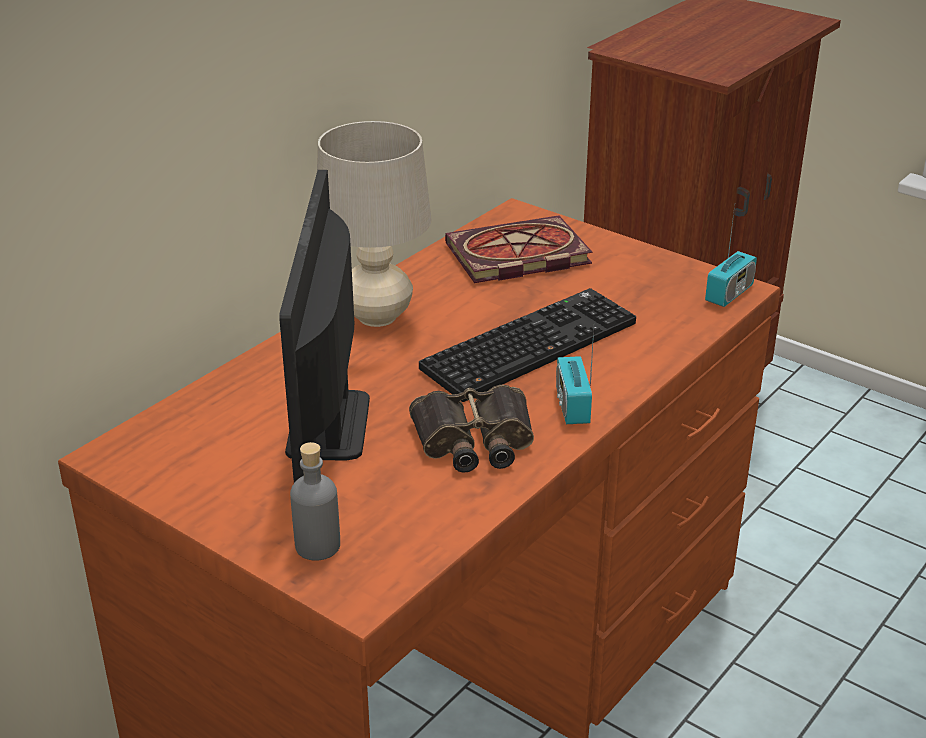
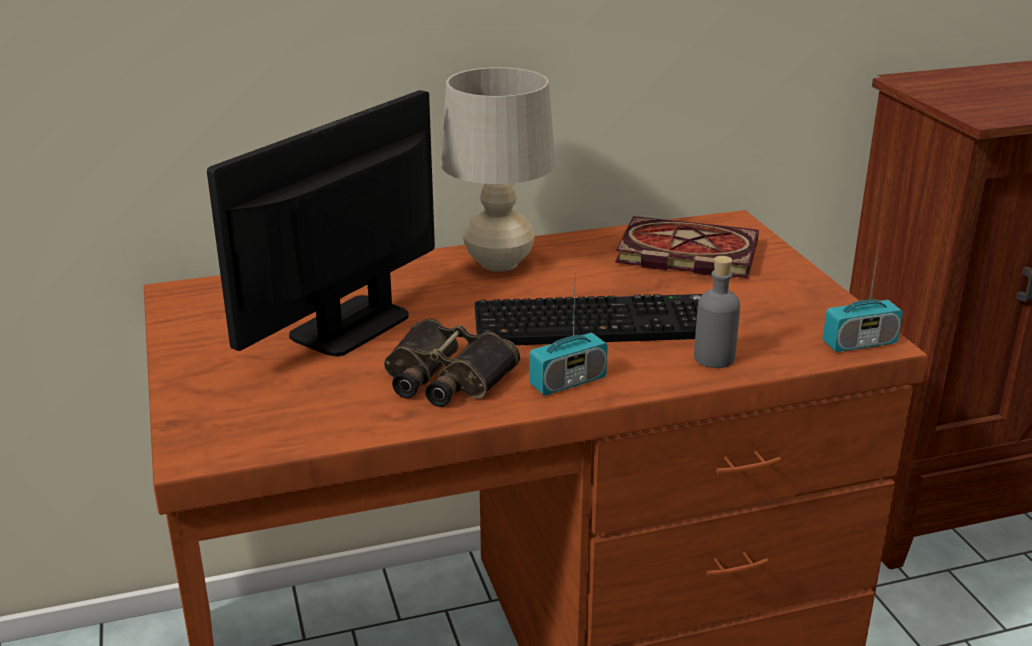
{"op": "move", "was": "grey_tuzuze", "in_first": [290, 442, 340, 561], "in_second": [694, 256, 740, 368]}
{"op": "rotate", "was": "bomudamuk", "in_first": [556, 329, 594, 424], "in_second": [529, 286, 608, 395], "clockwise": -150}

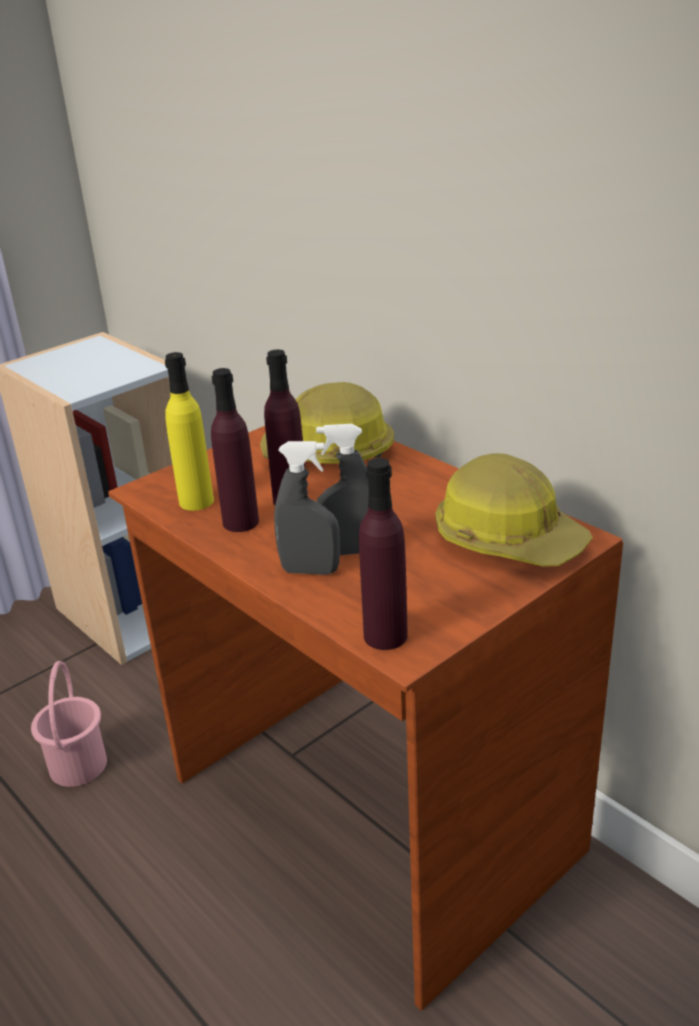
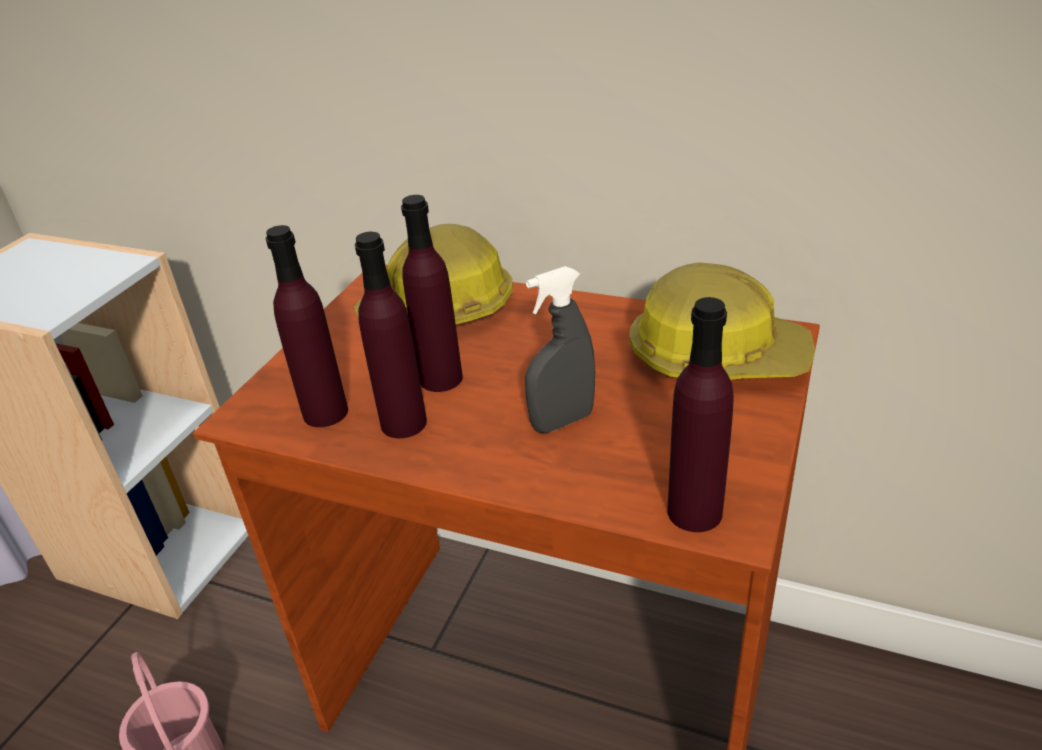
{"op": "delete", "was": "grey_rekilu", "in_first": [274, 441, 340, 575]}
{"op": "recolor", "was": "yellow_tuzuze", "now": "purple_tuzuze", "in_first": [165, 352, 214, 511], "in_second": [265, 225, 348, 427]}

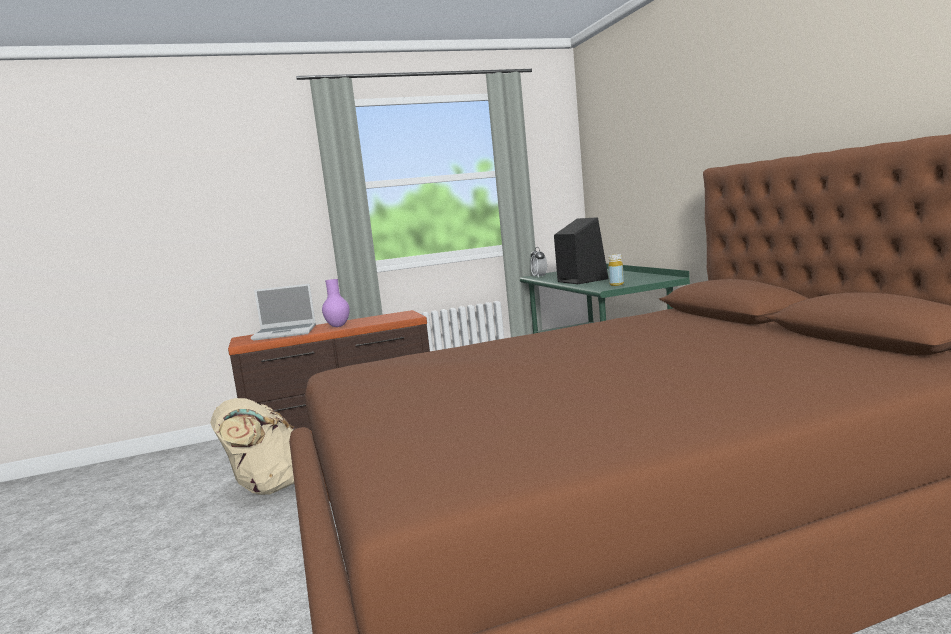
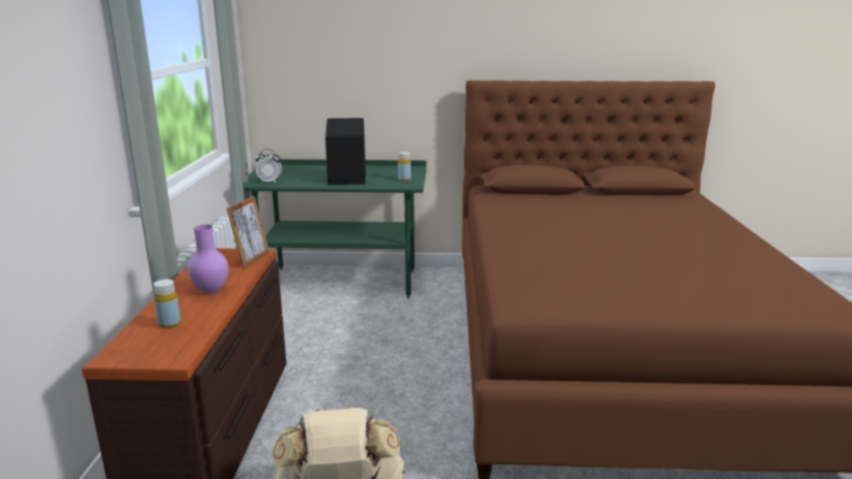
{"op": "insert", "now": "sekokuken", "in_second": [226, 196, 270, 268]}
{"op": "replace", "was": "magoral", "now": "yellow_tuzuze", "in_first": [251, 284, 316, 341], "in_second": [153, 279, 181, 328]}

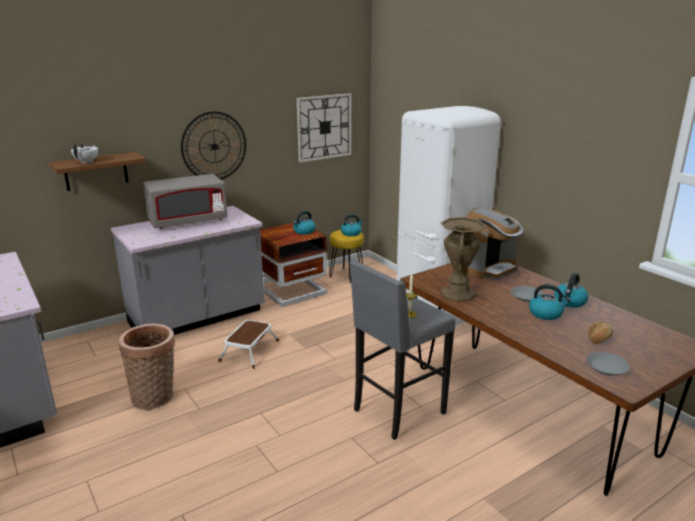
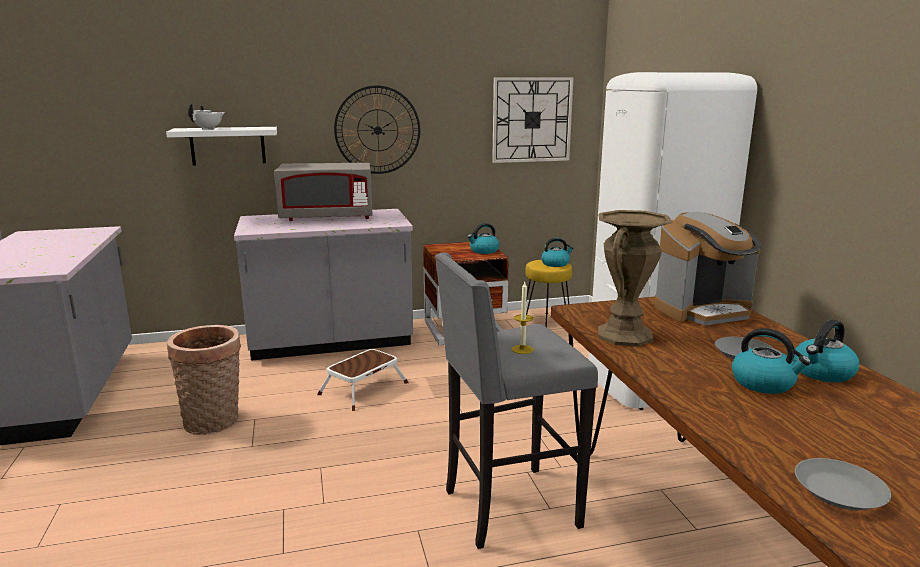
{"op": "delete", "was": "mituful", "in_first": [588, 321, 613, 344]}
{"op": "recolor", "was": "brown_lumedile", "now": "white_lumedile", "in_first": [49, 152, 146, 191], "in_second": [166, 127, 277, 165]}

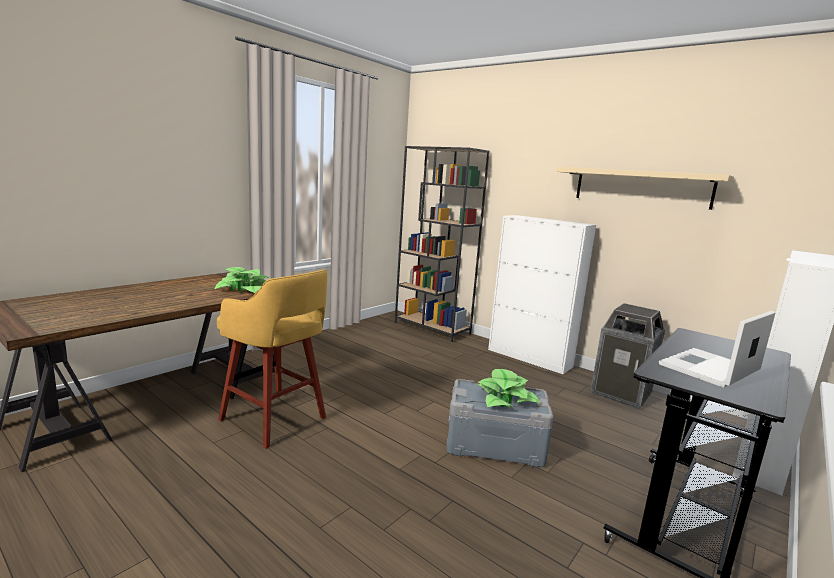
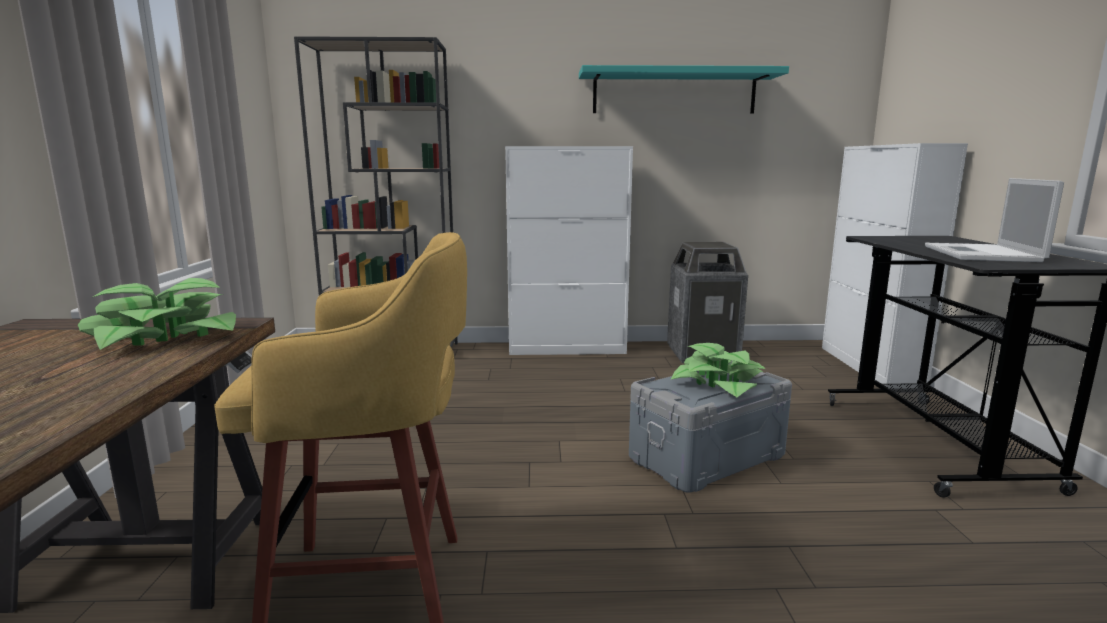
{"op": "recolor", "was": "beige_lumedile", "now": "turquoise_lumedile", "in_first": [557, 167, 734, 210], "in_second": [579, 65, 789, 114]}

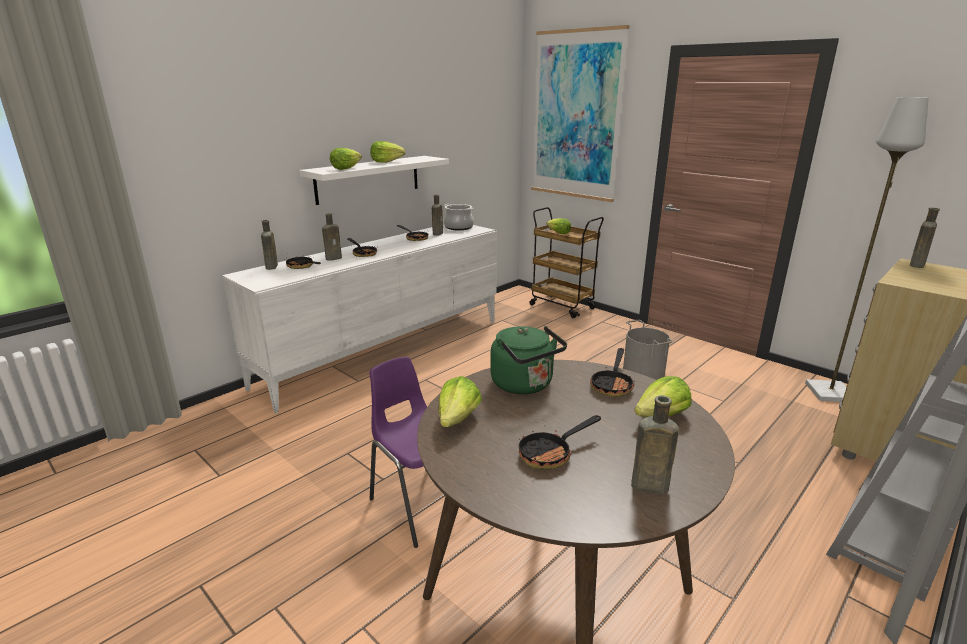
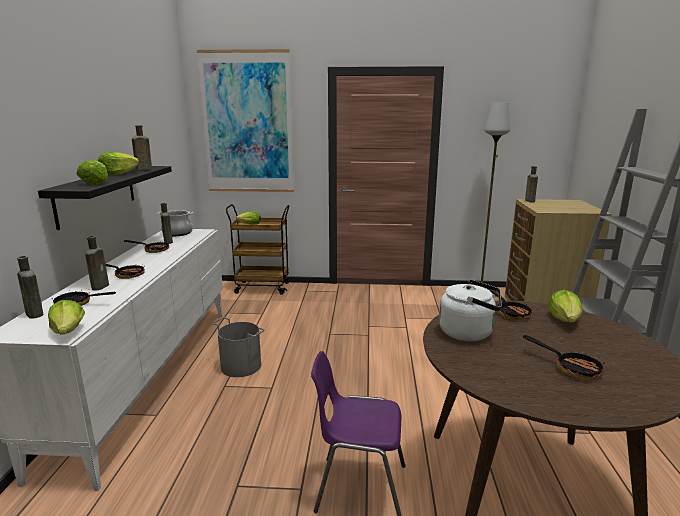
{"op": "move", "was": "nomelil", "in_first": [438, 376, 482, 427], "in_second": [48, 300, 85, 335]}
{"op": "move", "was": "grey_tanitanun", "in_first": [623, 320, 673, 380], "in_second": [212, 317, 265, 377]}
{"op": "move", "was": "brown_tuzuze", "in_first": [631, 395, 679, 495], "in_second": [132, 125, 152, 171]}
{"op": "recolor", "was": "white_lumedile", "now": "black_lumedile", "in_first": [299, 156, 449, 205], "in_second": [38, 166, 172, 230]}
{"op": "recolor", "was": "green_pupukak", "now": "white_pupukak", "in_first": [490, 326, 567, 394], "in_second": [439, 280, 502, 341]}
{"op": "rotate", "was": "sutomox", "in_first": [519, 415, 601, 469], "in_second": [523, 335, 605, 380], "clockwise": -60}

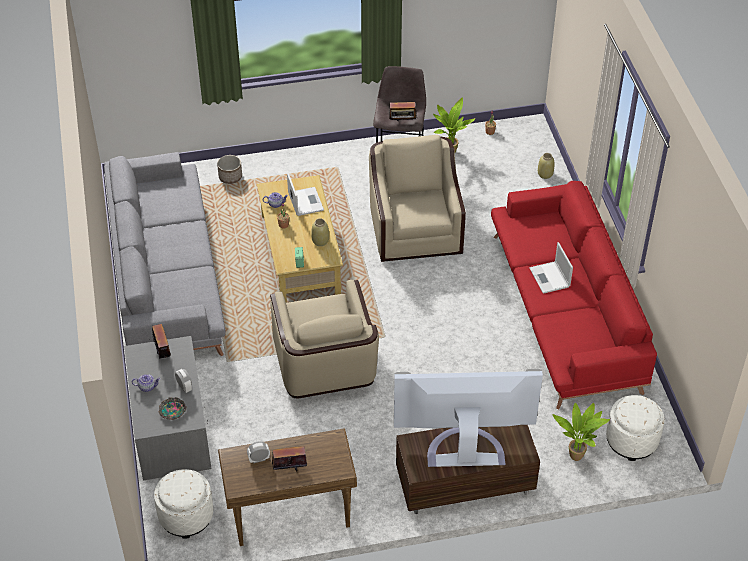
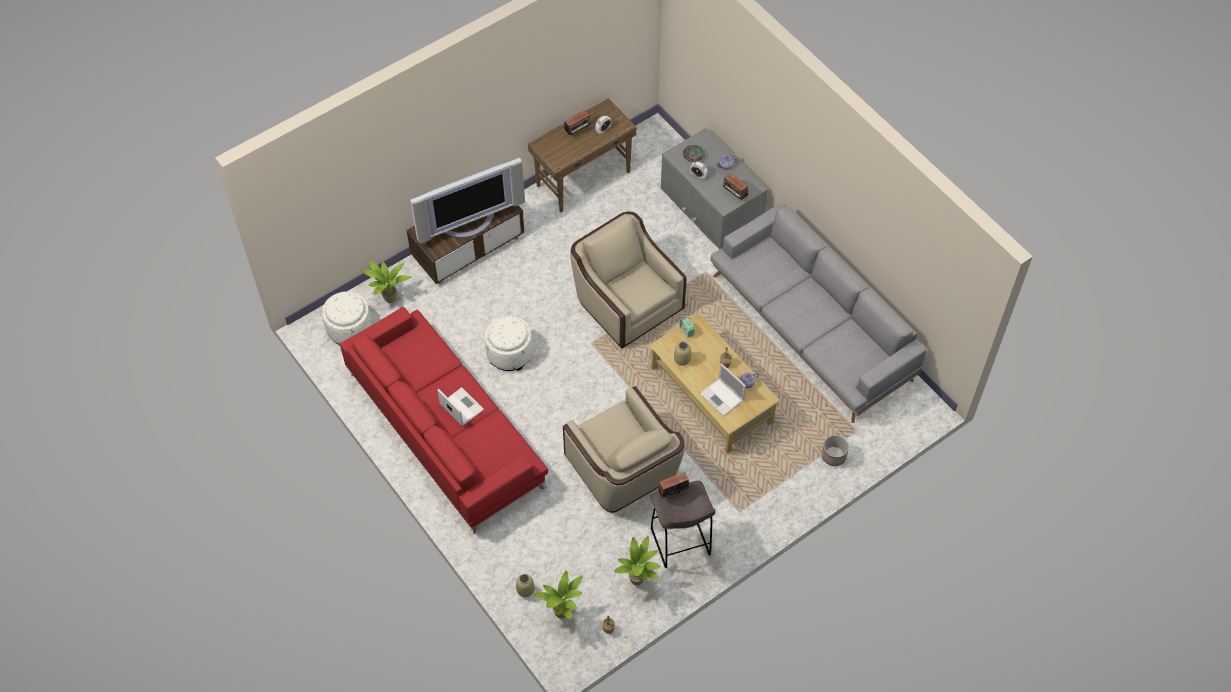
{"op": "insert", "now": "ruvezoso", "in_second": [533, 570, 583, 619]}
{"op": "move", "was": "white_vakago", "in_first": [154, 469, 214, 538], "in_second": [484, 316, 532, 371]}

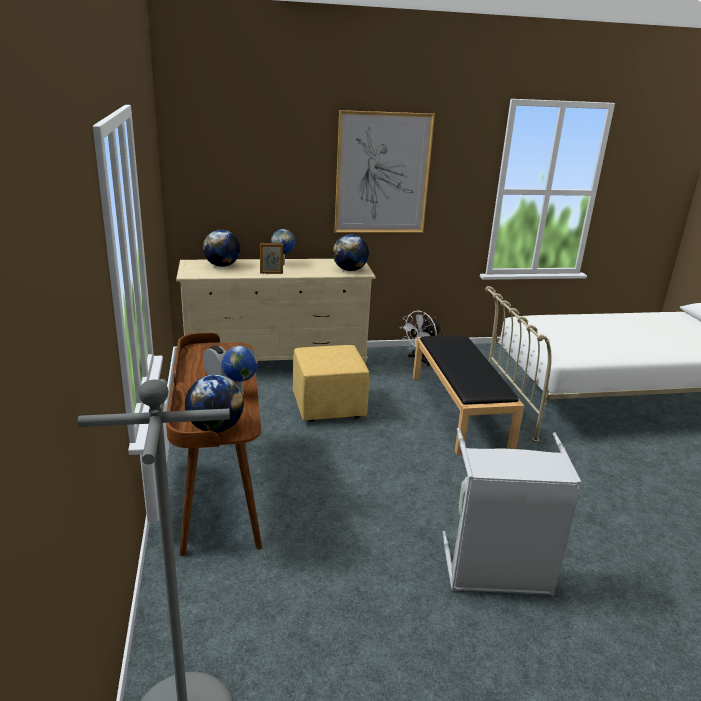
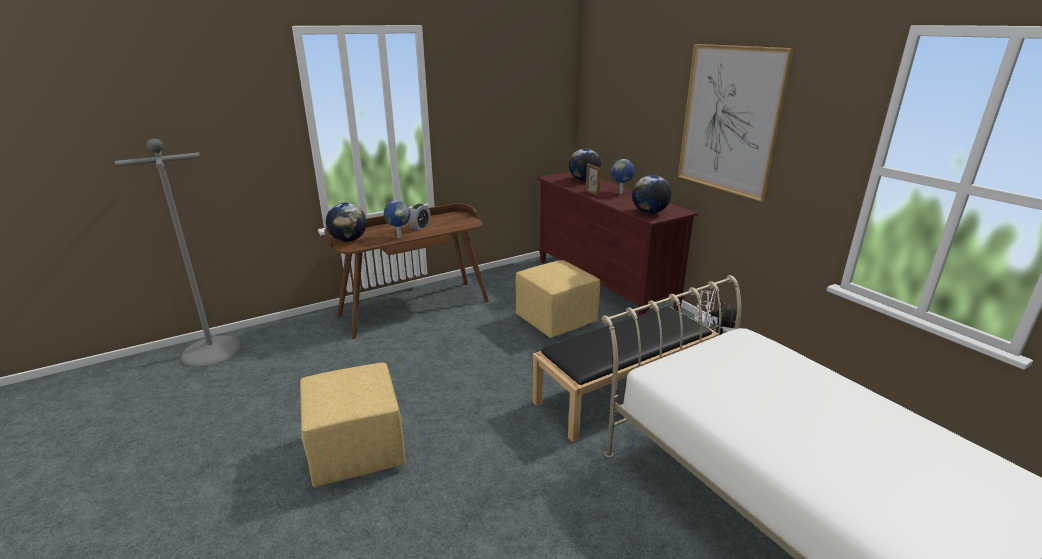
{"op": "replace", "was": "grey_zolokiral", "now": "yellow_vakago", "in_first": [443, 428, 582, 596], "in_second": [300, 362, 406, 487]}
{"op": "recolor", "was": "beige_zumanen", "now": "red_zumanen", "in_first": [176, 259, 376, 364], "in_second": [537, 172, 698, 316]}

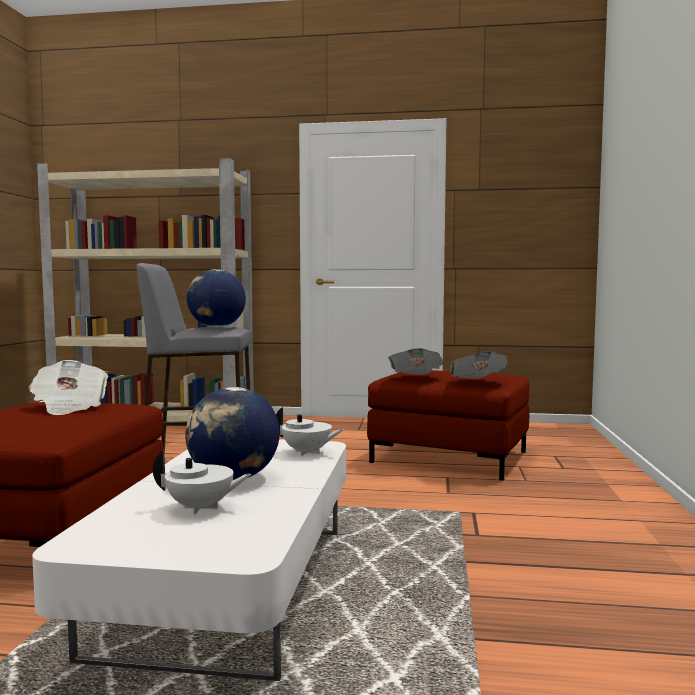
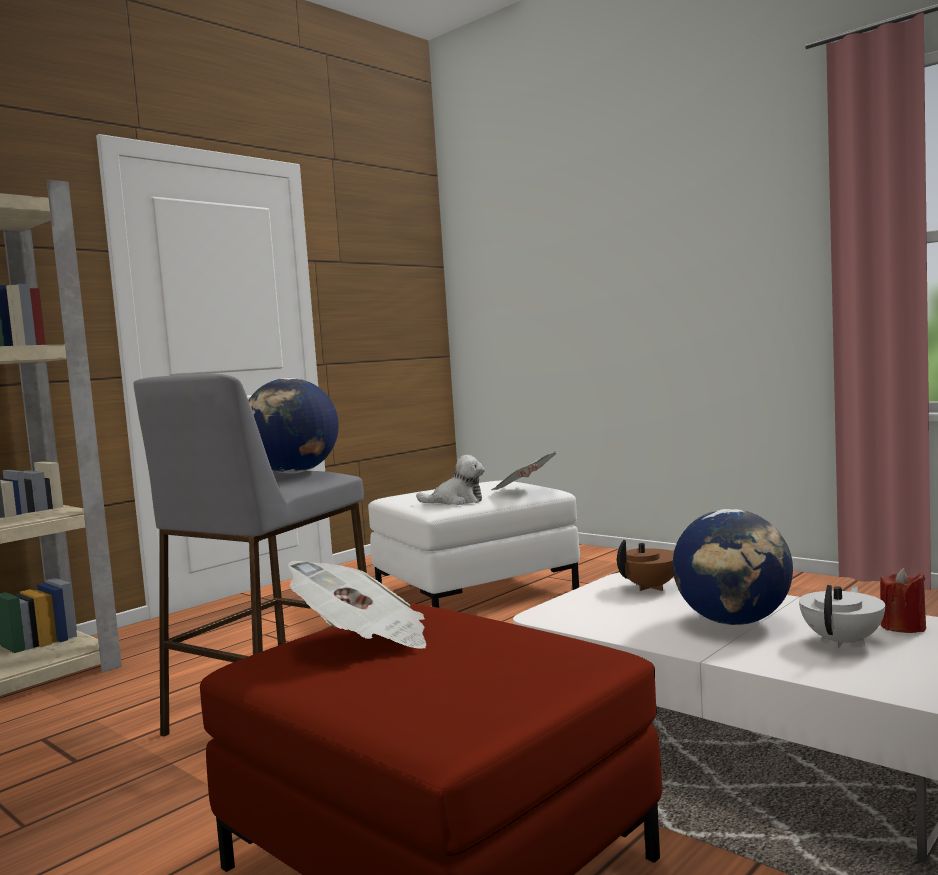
{"op": "insert", "now": "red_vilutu", "in_second": [880, 568, 926, 633]}
{"op": "replace", "was": "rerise", "now": "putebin", "in_first": [388, 348, 445, 375], "in_second": [416, 455, 485, 505]}
{"op": "recolor", "was": "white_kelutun", "now": "brown_kelutun", "in_first": [276, 407, 344, 456], "in_second": [617, 540, 675, 591]}
{"op": "recolor", "was": "red_vakago", "now": "white_vakago", "in_first": [367, 370, 530, 481], "in_second": [368, 481, 580, 608]}

